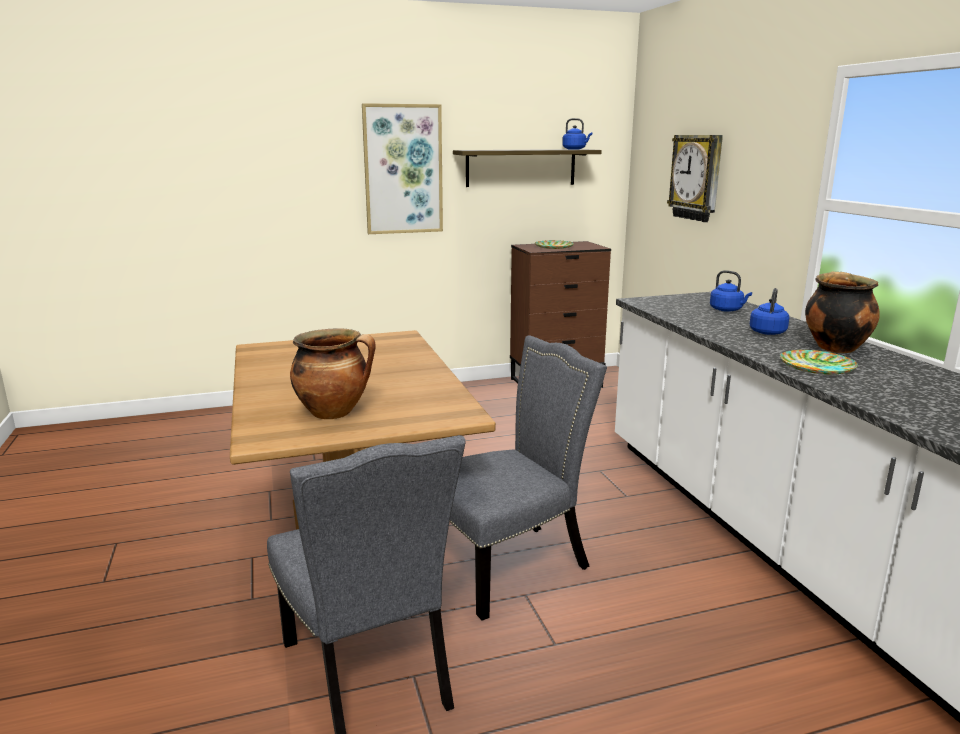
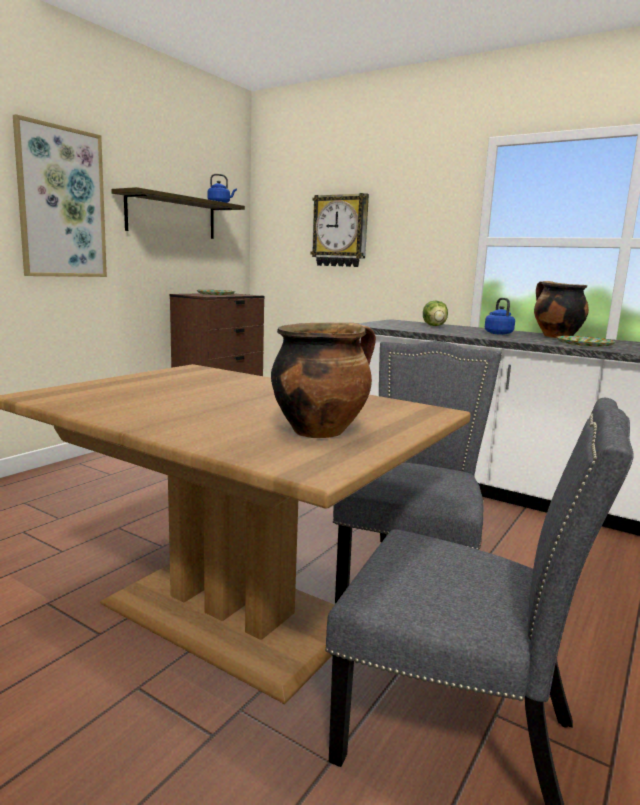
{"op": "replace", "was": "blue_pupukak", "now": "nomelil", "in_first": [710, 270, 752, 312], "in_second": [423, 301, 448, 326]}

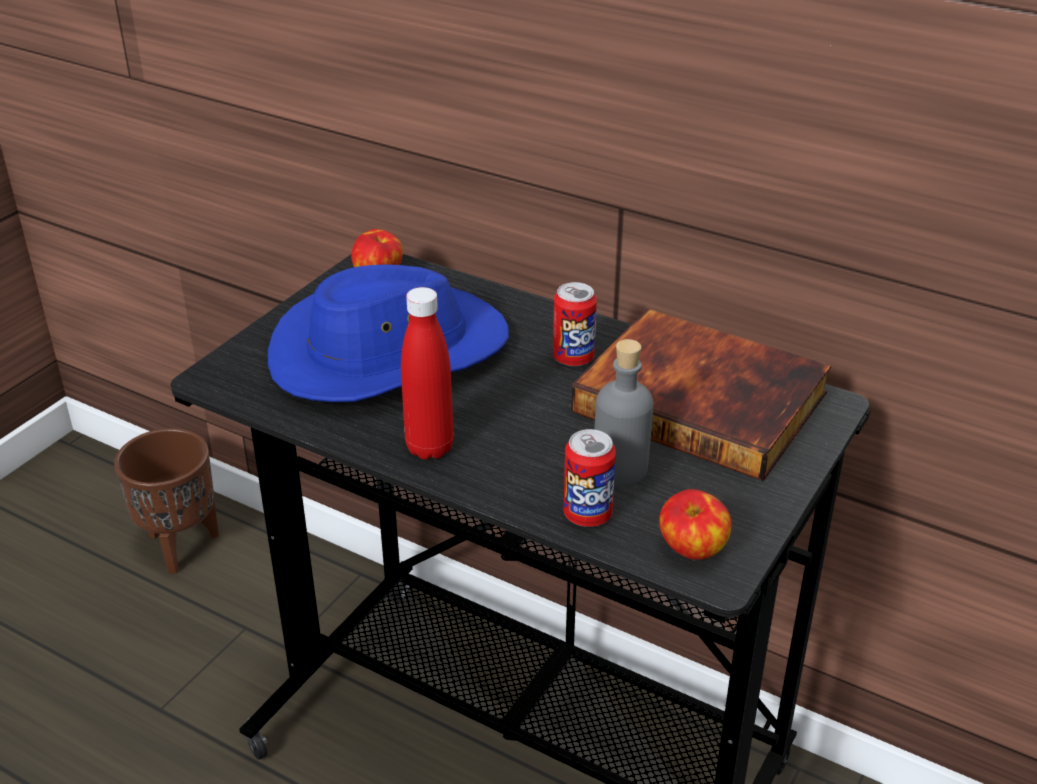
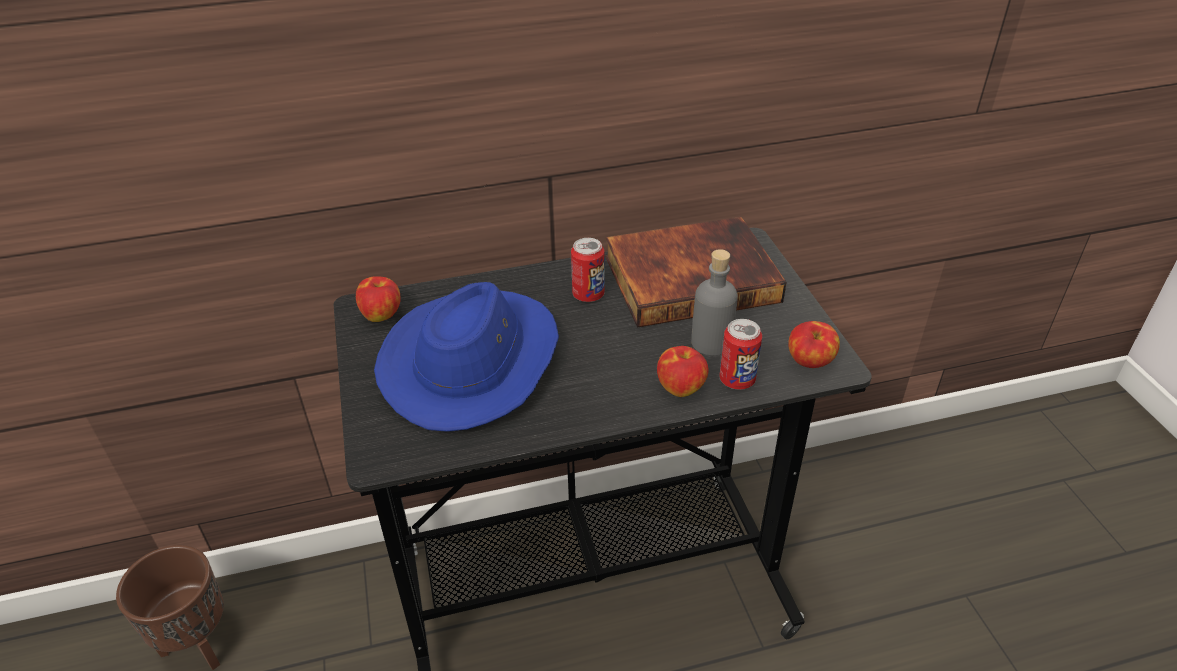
{"op": "delete", "was": "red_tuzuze", "in_first": [401, 287, 454, 460]}
{"op": "insert", "now": "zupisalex", "in_second": [657, 346, 709, 397]}

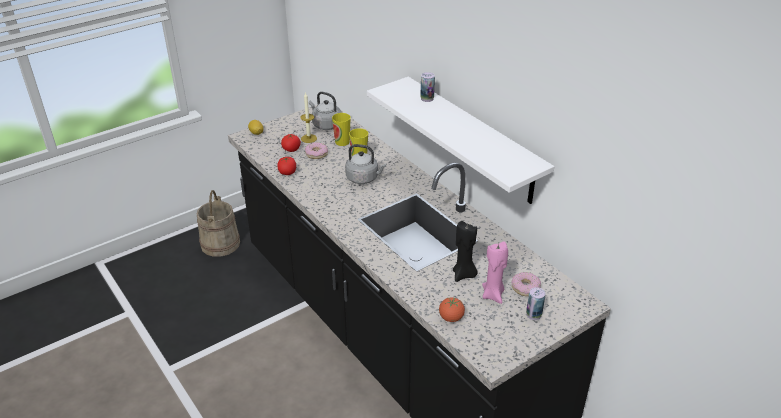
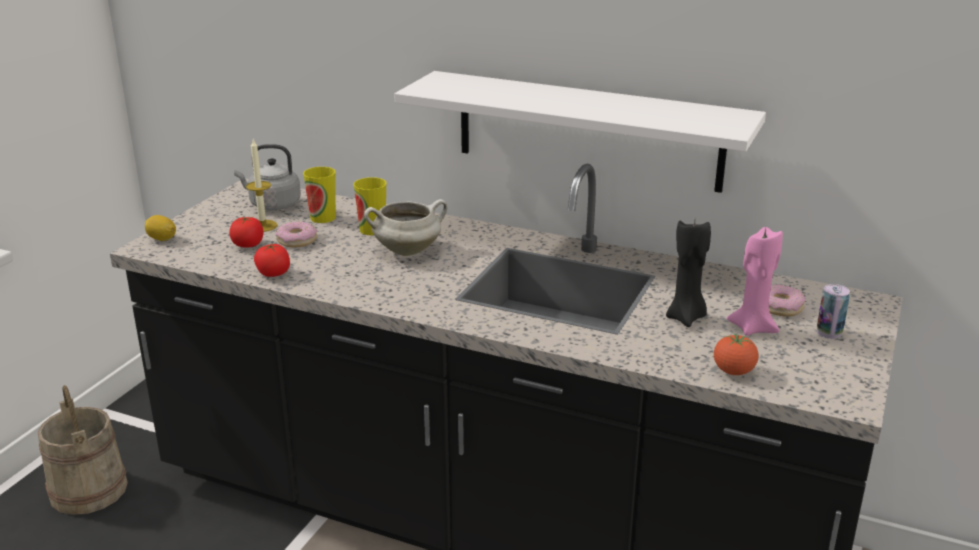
{"op": "delete", "was": "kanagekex", "in_first": [420, 72, 435, 102]}
{"op": "replace", "was": "grey_pupukak", "now": "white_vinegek", "in_first": [345, 144, 386, 184], "in_second": [364, 199, 447, 256]}

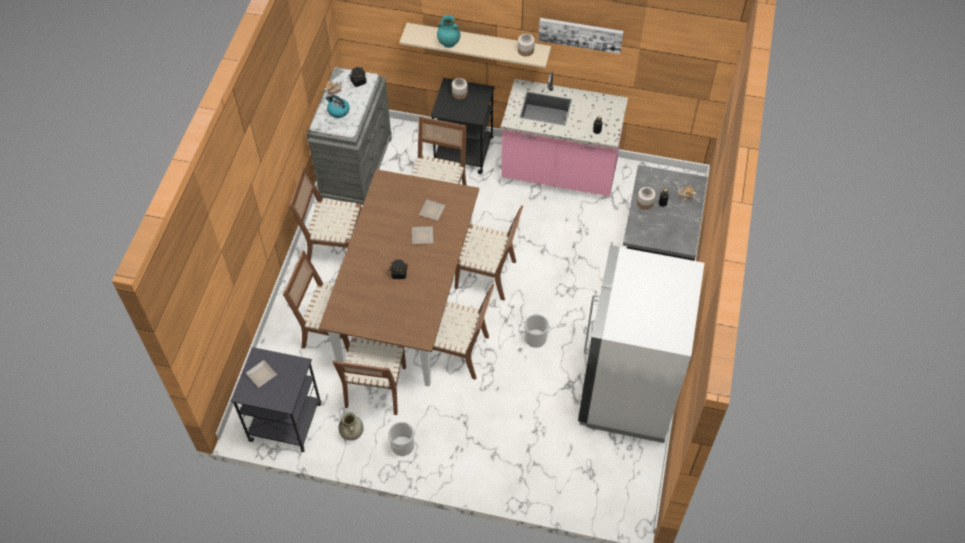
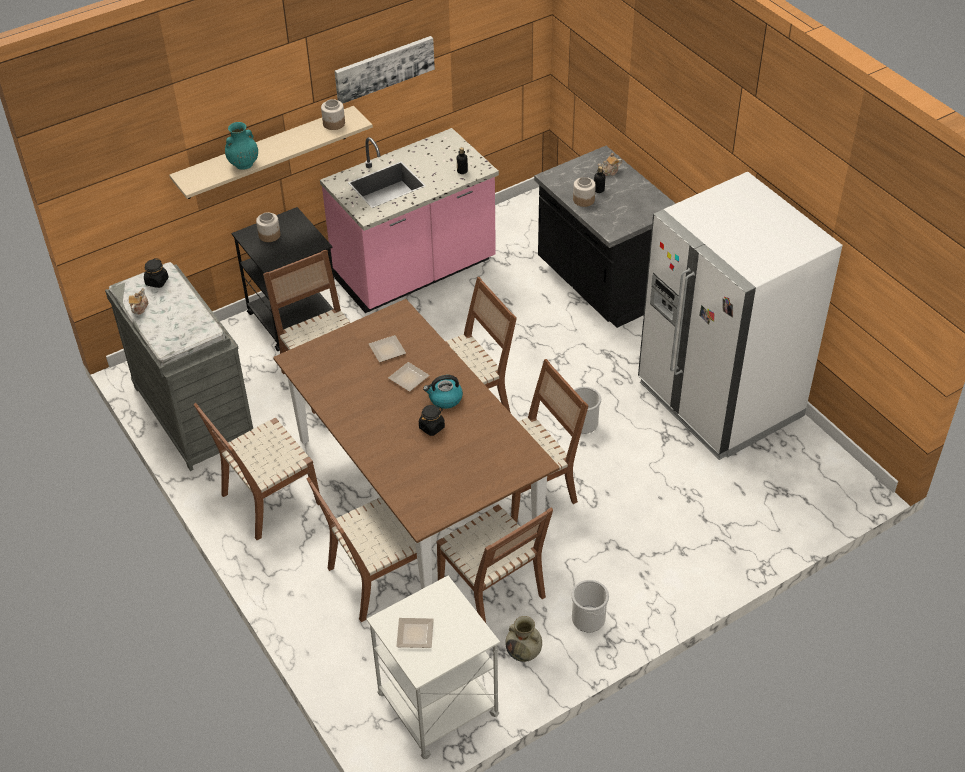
{"op": "move", "was": "pupukak", "in_first": [326, 95, 349, 118], "in_second": [423, 375, 463, 409]}
{"op": "recolor", "was": "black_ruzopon", "now": "white_ruzopon", "in_first": [231, 347, 321, 452], "in_second": [367, 576, 500, 760]}

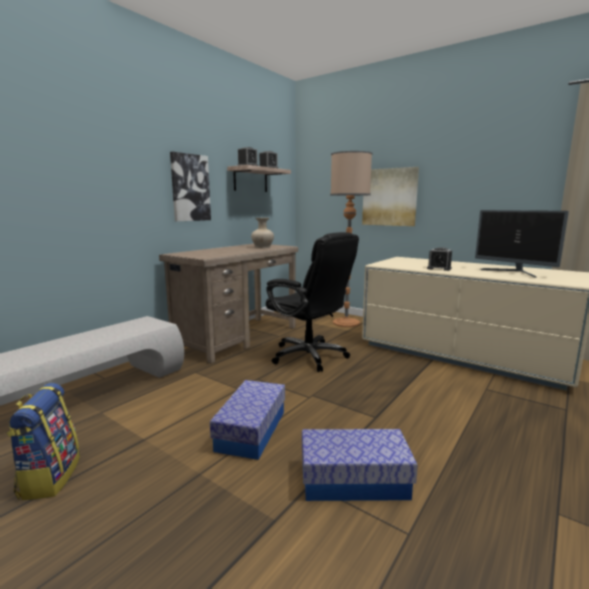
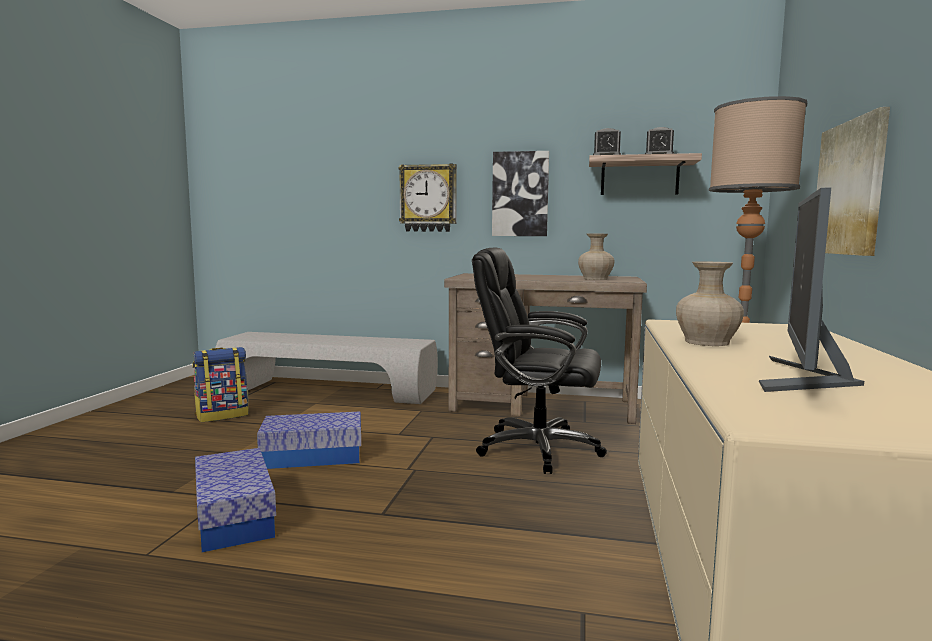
{"op": "insert", "now": "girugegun", "in_second": [399, 164, 457, 232]}
{"op": "replace", "was": "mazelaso", "now": "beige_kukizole", "in_first": [427, 247, 452, 271], "in_second": [676, 262, 744, 346]}
{"op": "rotate", "was": "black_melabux", "in_first": [266, 232, 359, 372], "in_second": [472, 247, 607, 474], "clockwise": 90}

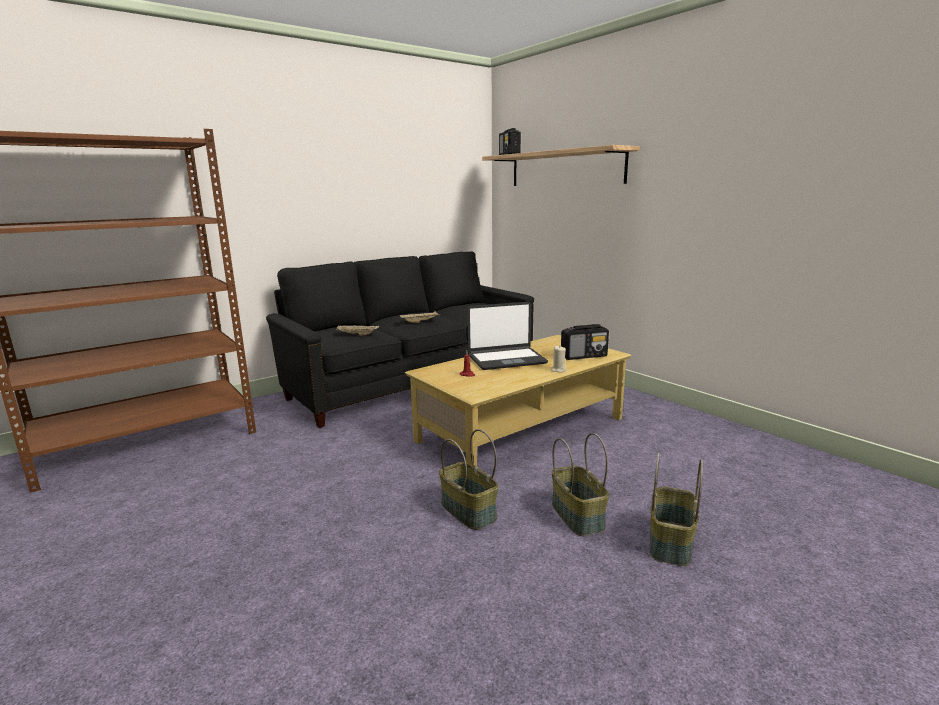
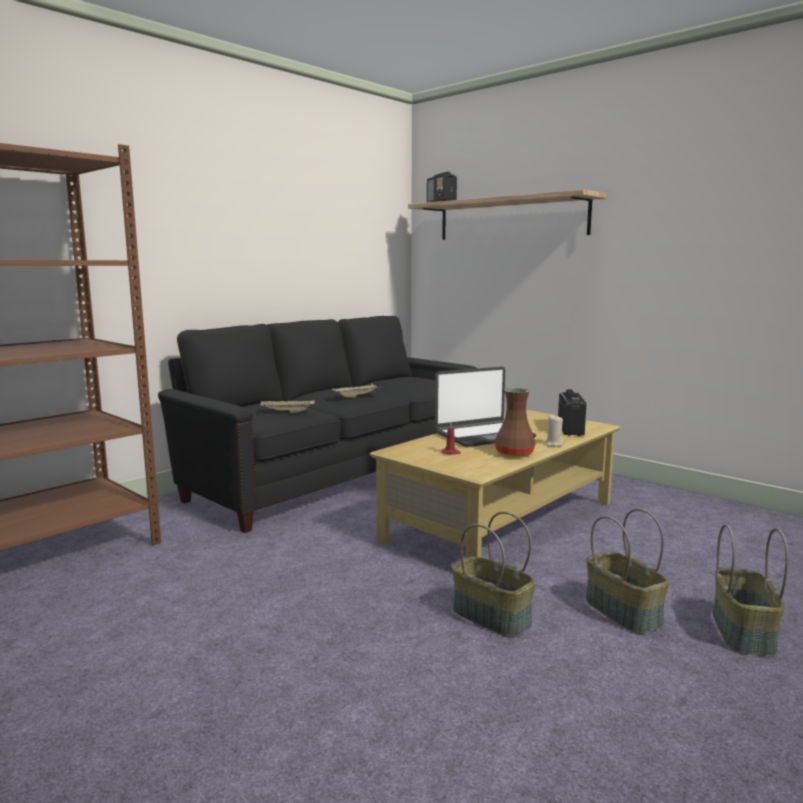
{"op": "insert", "now": "brown_kukizole", "in_second": [495, 388, 536, 457]}
{"op": "rotate", "was": "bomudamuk", "in_first": [561, 324, 609, 360], "in_second": [558, 389, 586, 436], "clockwise": -60}

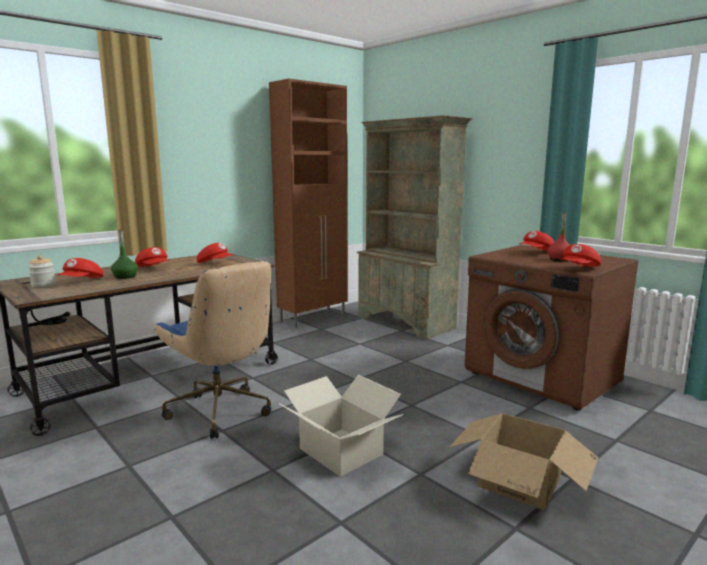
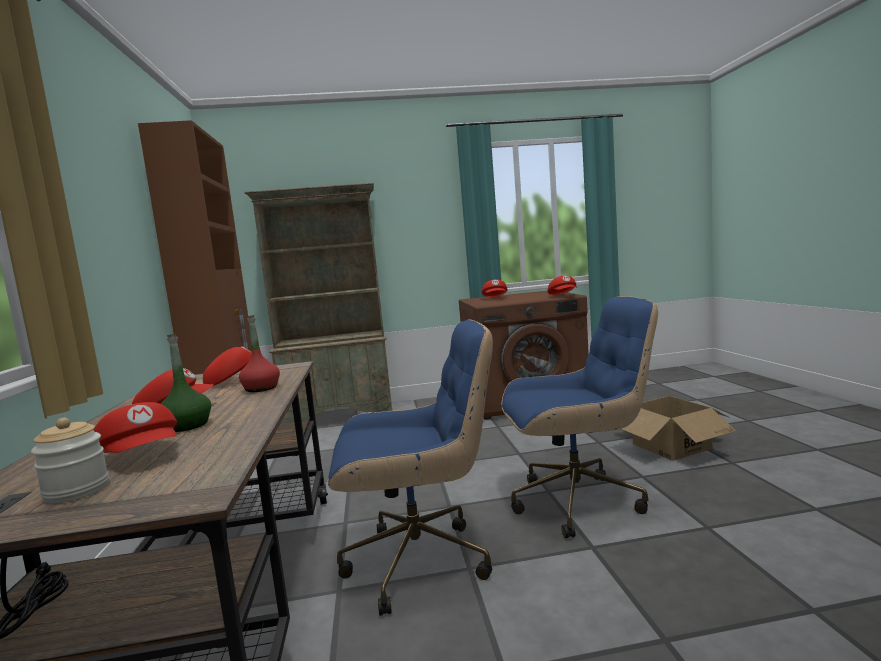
{"op": "move", "was": "red_tuzuze", "in_first": [548, 213, 569, 261], "in_second": [239, 315, 280, 392]}
{"op": "replace", "was": "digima", "now": "blue_melabux", "in_first": [278, 375, 404, 477], "in_second": [501, 296, 658, 538]}

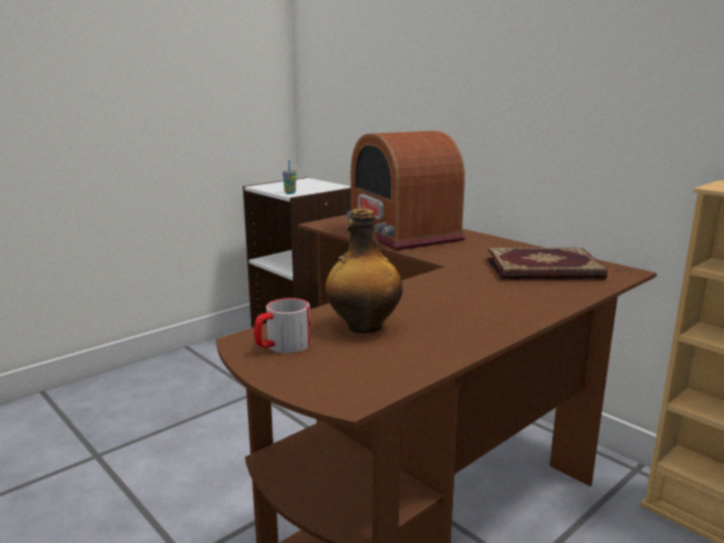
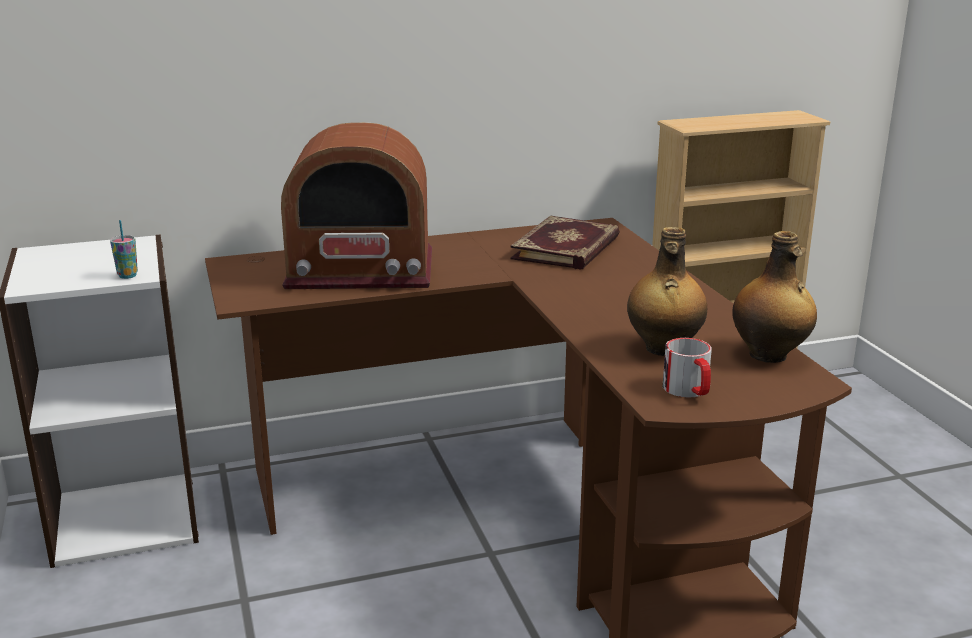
{"op": "insert", "now": "tuzuze", "in_second": [732, 231, 817, 363]}

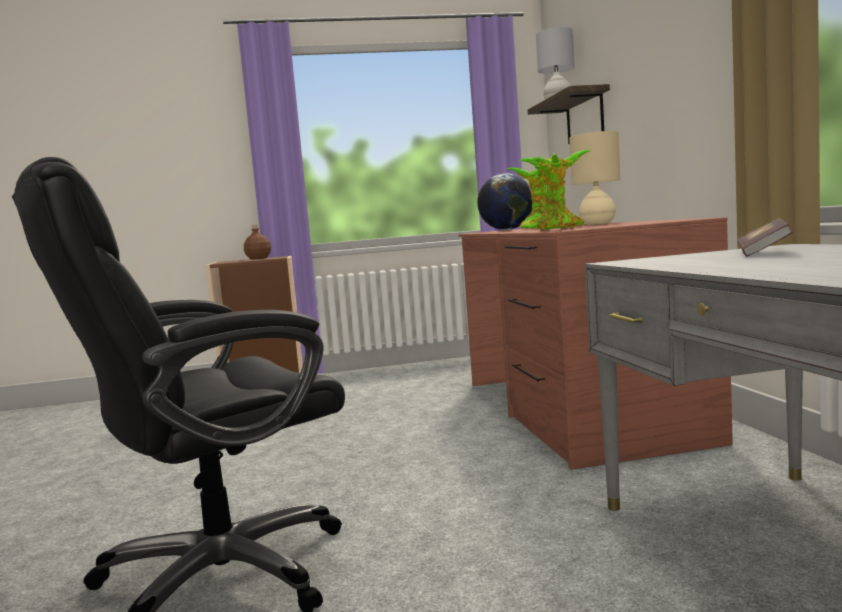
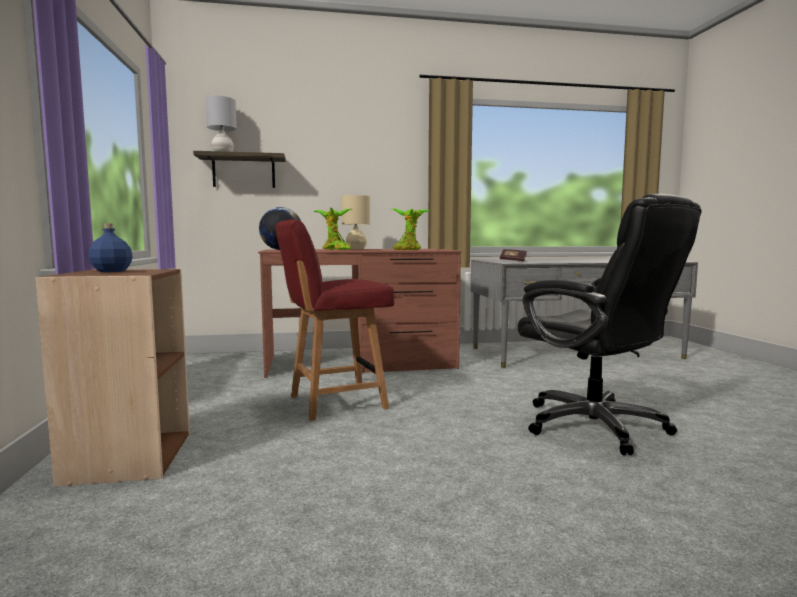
{"op": "insert", "now": "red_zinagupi", "in_second": [275, 219, 394, 421]}
{"op": "recolor", "was": "brown_tuzuze", "now": "blue_tuzuze", "in_first": [244, 225, 271, 260], "in_second": [88, 223, 133, 272]}

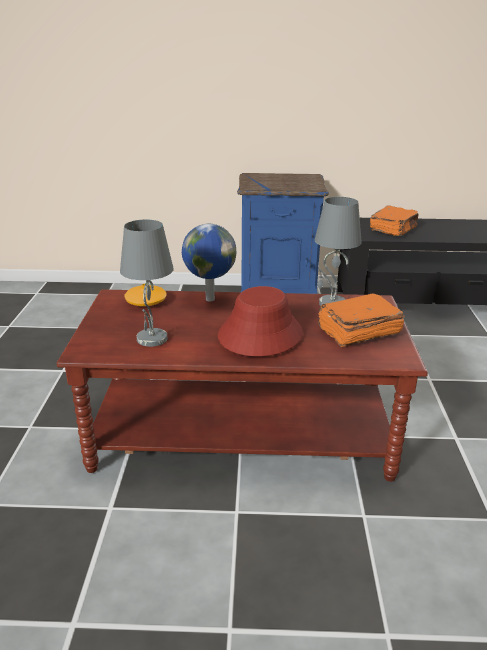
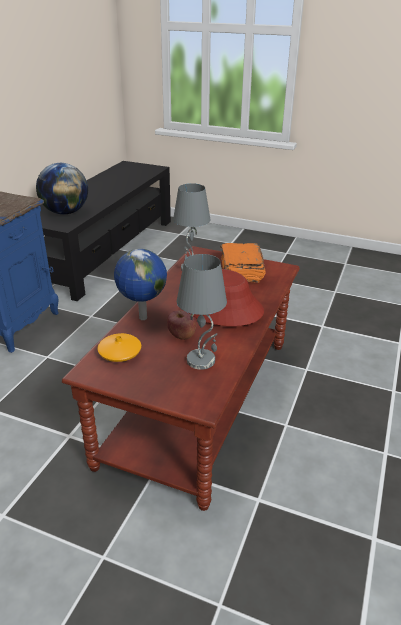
{"op": "insert", "now": "zupisalex", "in_second": [167, 310, 196, 340]}
{"op": "replace", "was": "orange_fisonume", "now": "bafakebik", "in_first": [370, 206, 418, 236], "in_second": [36, 163, 88, 215]}

